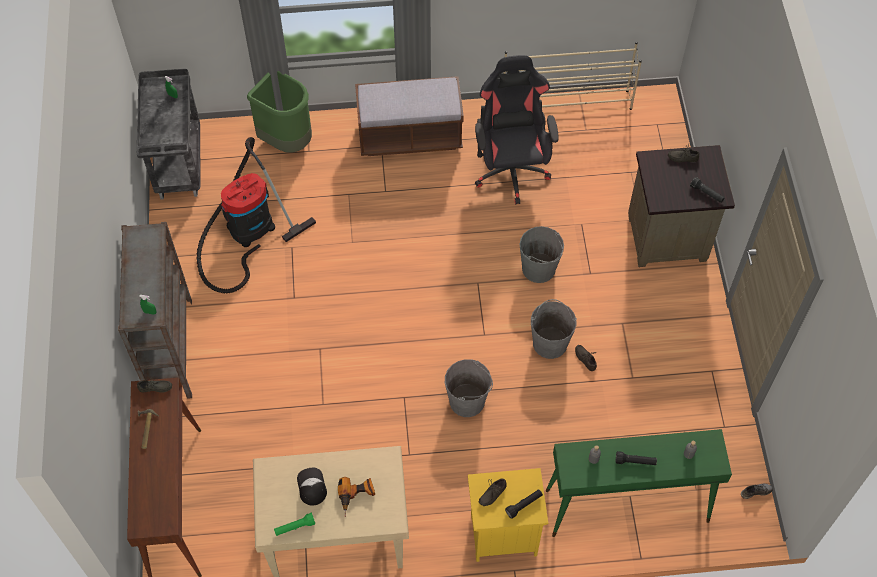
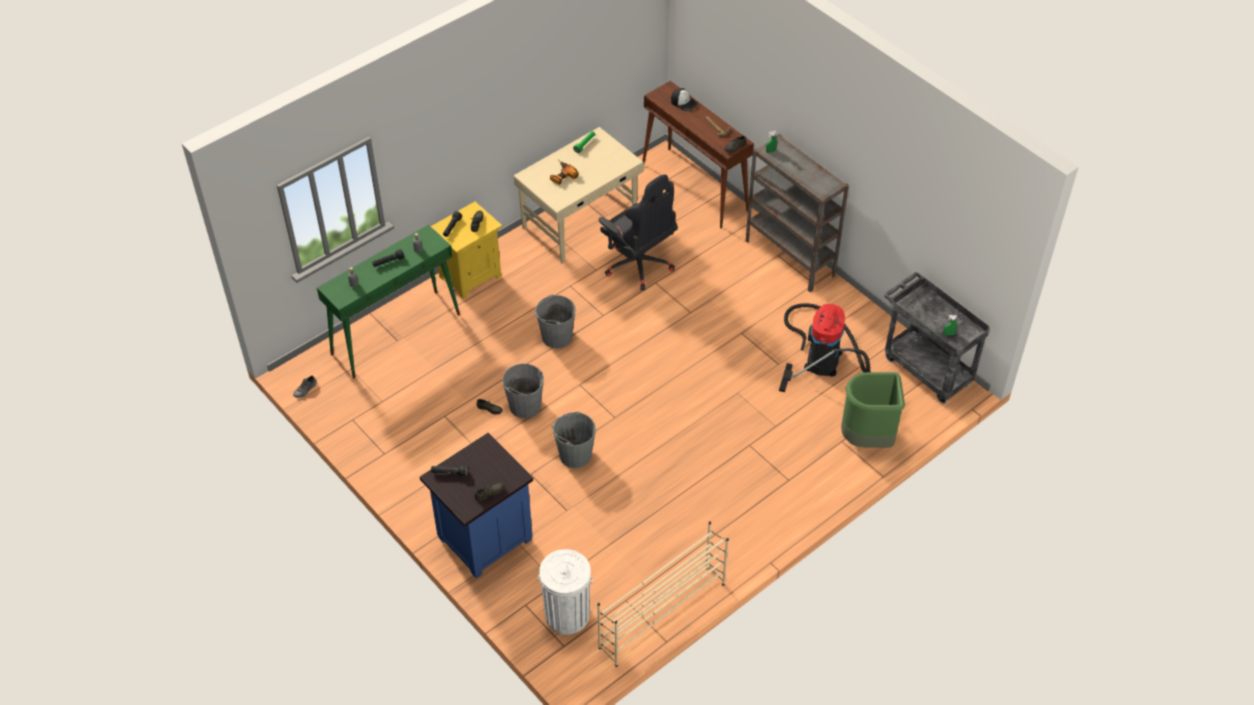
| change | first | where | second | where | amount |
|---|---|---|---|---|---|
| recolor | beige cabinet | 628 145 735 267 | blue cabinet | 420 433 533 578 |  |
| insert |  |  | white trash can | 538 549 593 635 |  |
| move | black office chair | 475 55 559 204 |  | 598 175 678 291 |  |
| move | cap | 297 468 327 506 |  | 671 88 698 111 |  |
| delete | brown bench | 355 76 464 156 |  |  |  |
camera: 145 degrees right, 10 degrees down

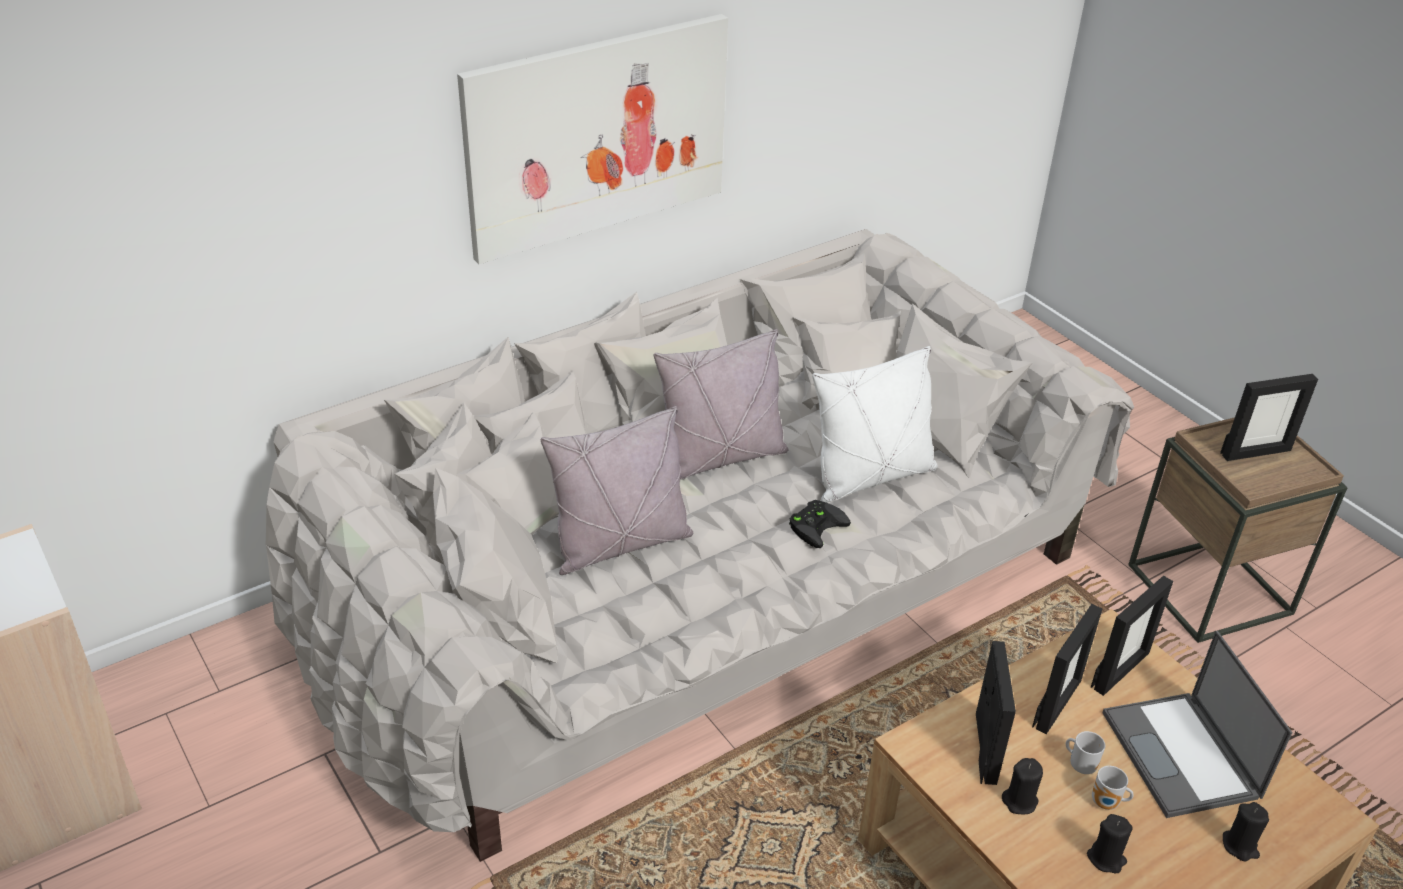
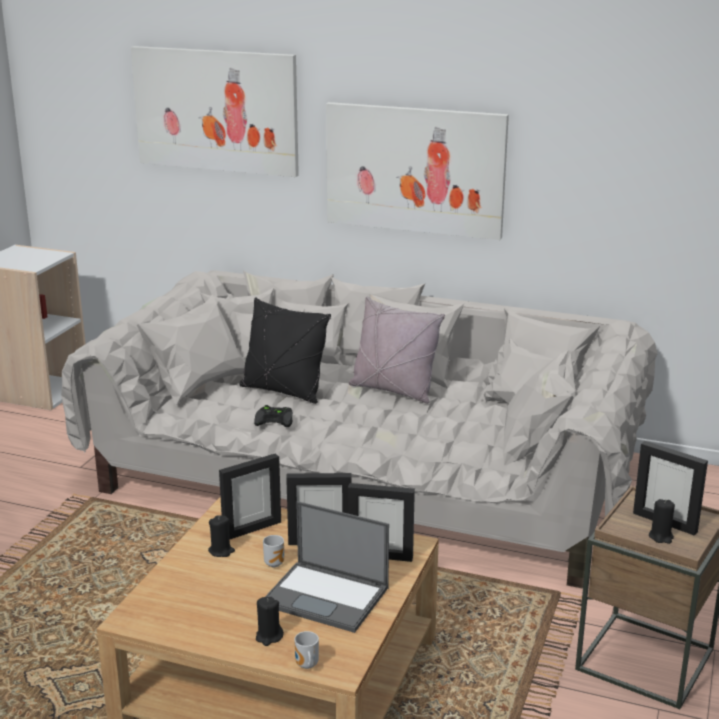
| change | first | where | second | where | amount |
|---|---|---|---|---|---|
| insert |  |  | picture | 131 46 299 177 |  |
| recolor | purple pillow | 541 406 693 575 | black pillow | 239 297 331 404 |  |
| move | black game controller | 789 500 851 548 |  | 254 405 293 427 |  |
| rotate | laptop | 1102 631 1293 818 |  | 265 501 389 633 | 105 degrees counterclockwise |
| move | mug | 1092 766 1134 810 |  | 294 631 319 669 |  |
| move | black candle | 1087 814 1133 873 |  | 649 499 675 544 |  |
| delete | white pillow | 812 346 938 503 |  |  |  |
camera: 55 degrees right, 15 degrees down

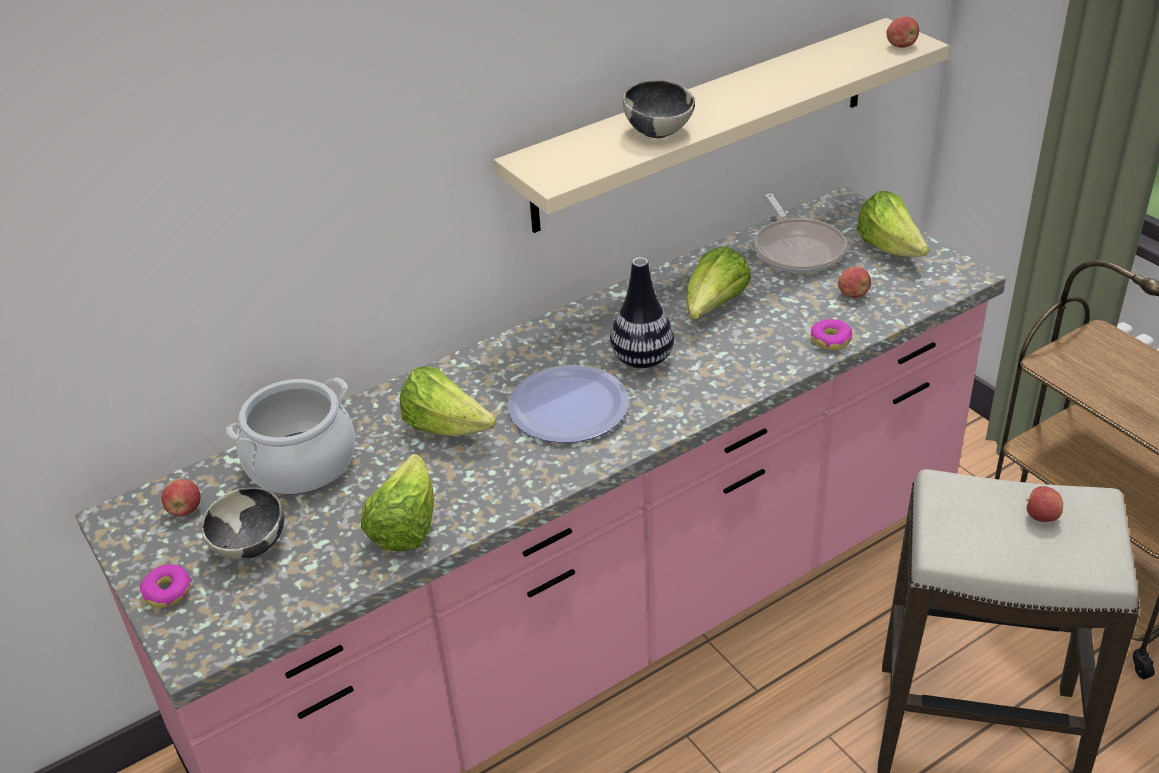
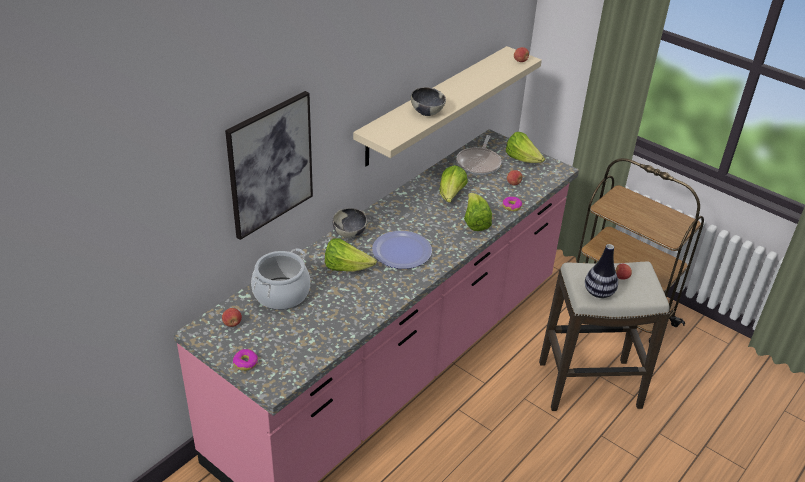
| change | first | where | second | where | amount |
|---|---|---|---|---|---|
| insert |  |  | picture | 225 91 313 240 |  |
| move | bowl | 202 487 284 560 |  | 332 208 367 238 |  |
| rotate | frying pan | 754 193 847 273 |  | 456 135 501 175 | 45 degrees clockwise |
| move | lettuce | 361 454 434 551 |  | 464 193 492 231 |  |
| move | vase | 610 257 674 368 |  | 585 244 618 298 |  |
camera: 20 degrees left, 0 degrees up

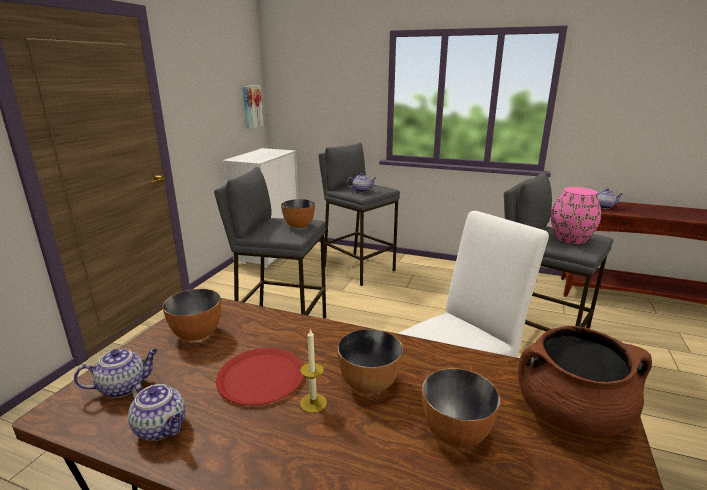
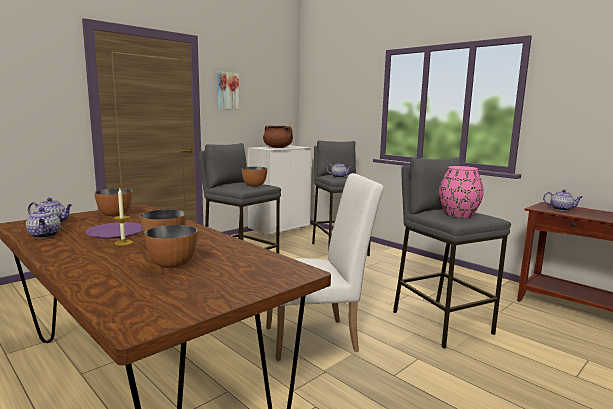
| change | first | where | second | where | amount |
|---|---|---|---|---|---|
| recolor | red plate | 216 348 304 405 | purple plate | 85 222 143 239 |  |
| move | picture | 242 85 264 129 |  | 217 72 239 109 |  |
| move | brown cooking pot | 518 326 652 437 |  | 263 125 293 148 |  |
camera: 25 degrees right, 10 degrees down

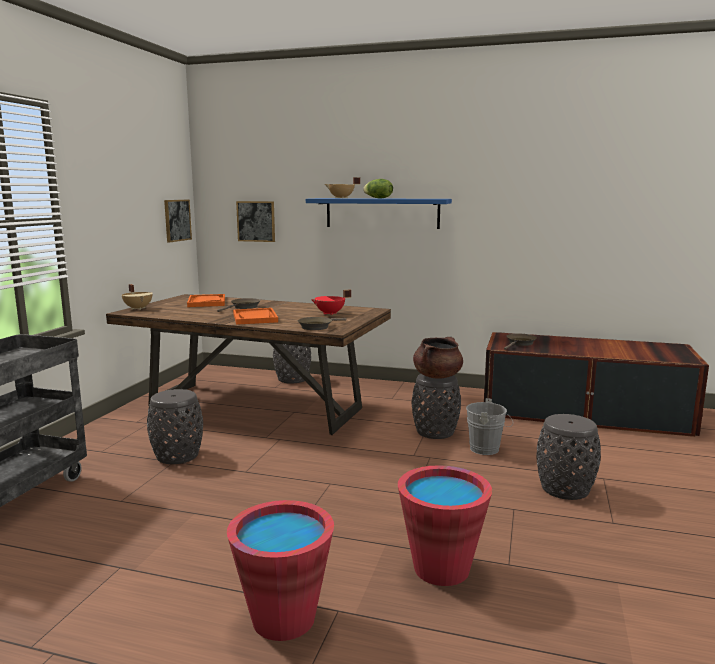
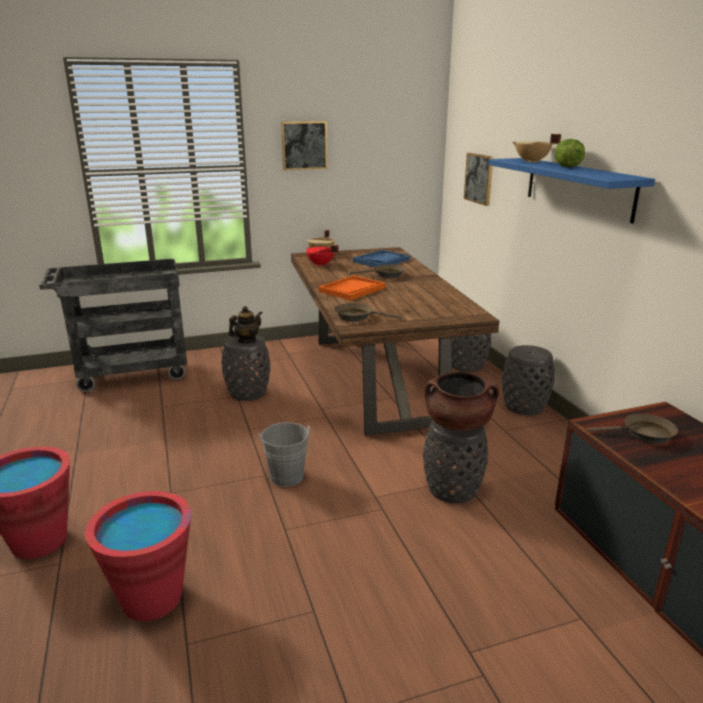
| change | first | where | second | where | amount |
|---|---|---|---|---|---|
| insert |  |  | teapot | 229 306 262 343 |  |
| move | grey bucket | 466 398 513 455 |  | 259 422 311 487 |  |
| move | picture | 164 200 192 242 |  | 281 121 327 170 |  |
| move | red cooking pot | 311 290 351 315 |  | 306 245 339 266 |  |
| recolor | orange tray | 187 294 225 307 | blue tray | 353 250 410 267 |  |
| move | grey stool | 536 414 601 500 |  | 502 345 555 415 |  |
camera: 55 degrees right, 10 degrees up

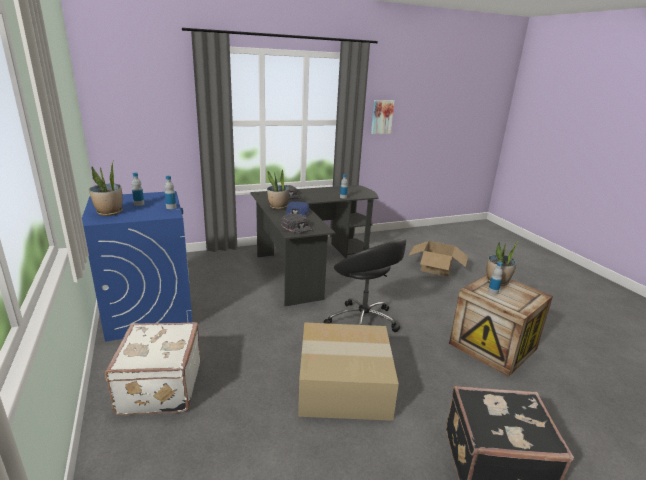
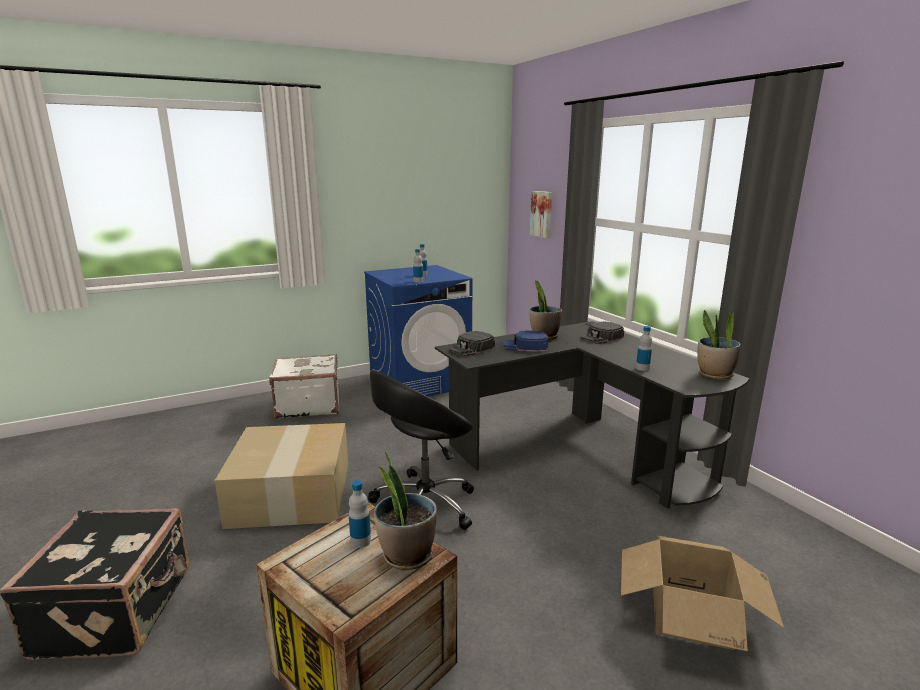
| change | first | where | second | where | amount |
|---|---|---|---|---|---|
| move | picture | 371 100 395 134 |  | 530 191 552 238 |  |
| move | potted plant | 89 160 123 216 |  | 697 310 741 380 |  |
camera: 85 degrees right, 5 degrees down

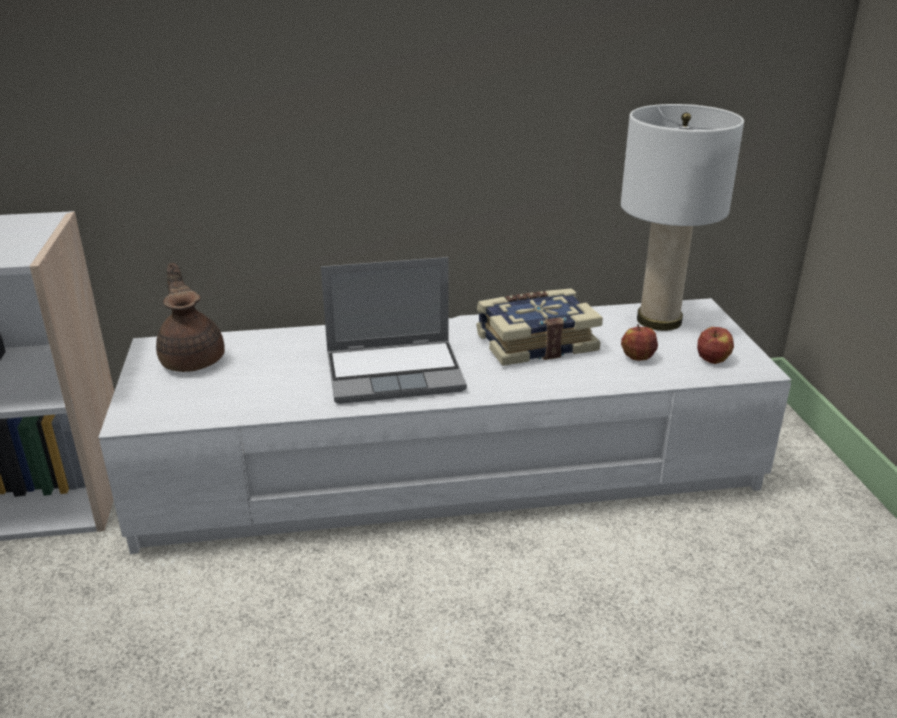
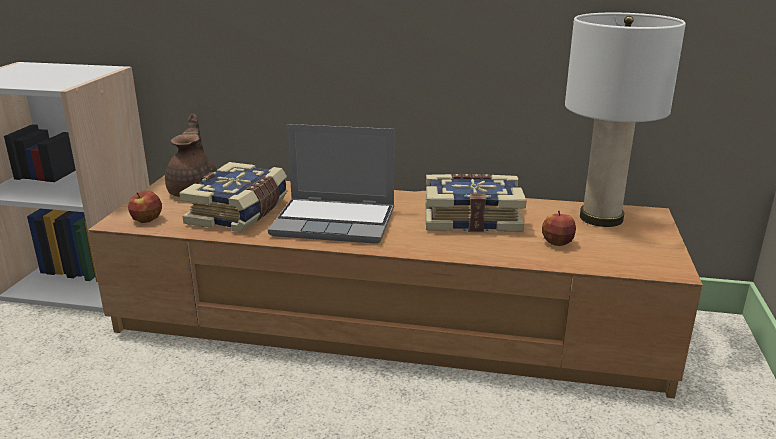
| change | first | where | second | where | amount |
|---|---|---|---|---|---|
| recolor | white tv stand | 98 298 791 554 | brown tv stand | 88 175 703 399 |  |
| move | apple | 697 327 734 364 |  | 128 191 162 223 |  |
| insert |  |  | book | 179 162 288 232 |  |
camera: 20 degrees right, 5 degrees down

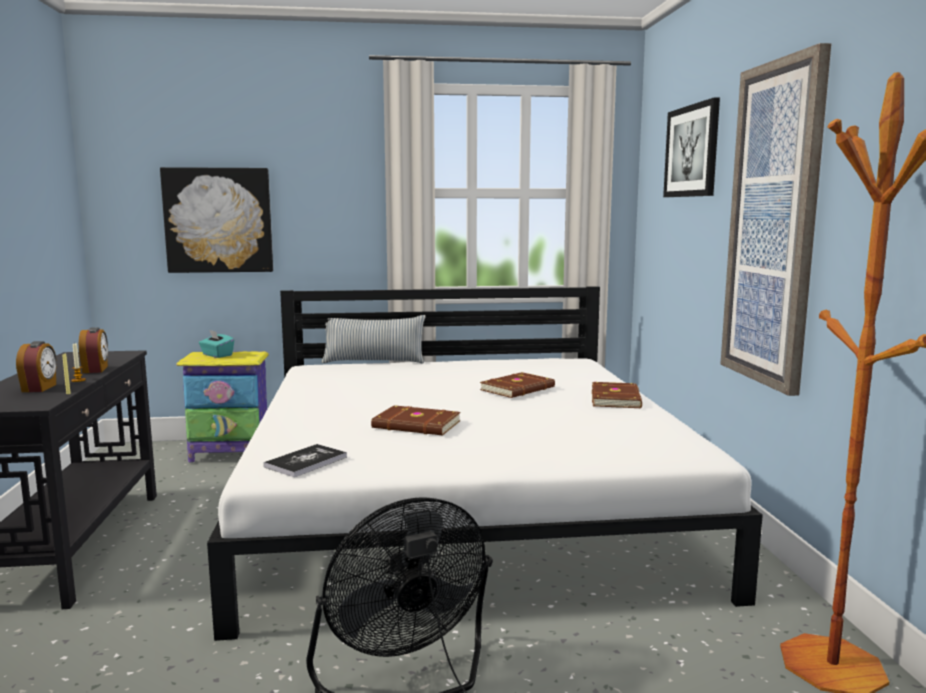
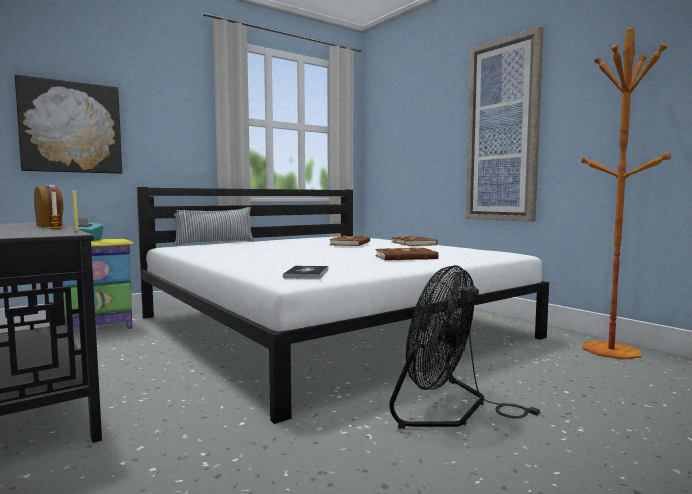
| change | first | where | second | where | amount |
|---|---|---|---|---|---|
| move | brown book | 371 405 460 435 |  | 375 247 439 260 |  |
| delete | alarm clock | 16 341 57 392 |  |  |  |
| delete | picture | 663 97 720 197 |  |  |  |
camera: 30 degrees left, 5 degrees down

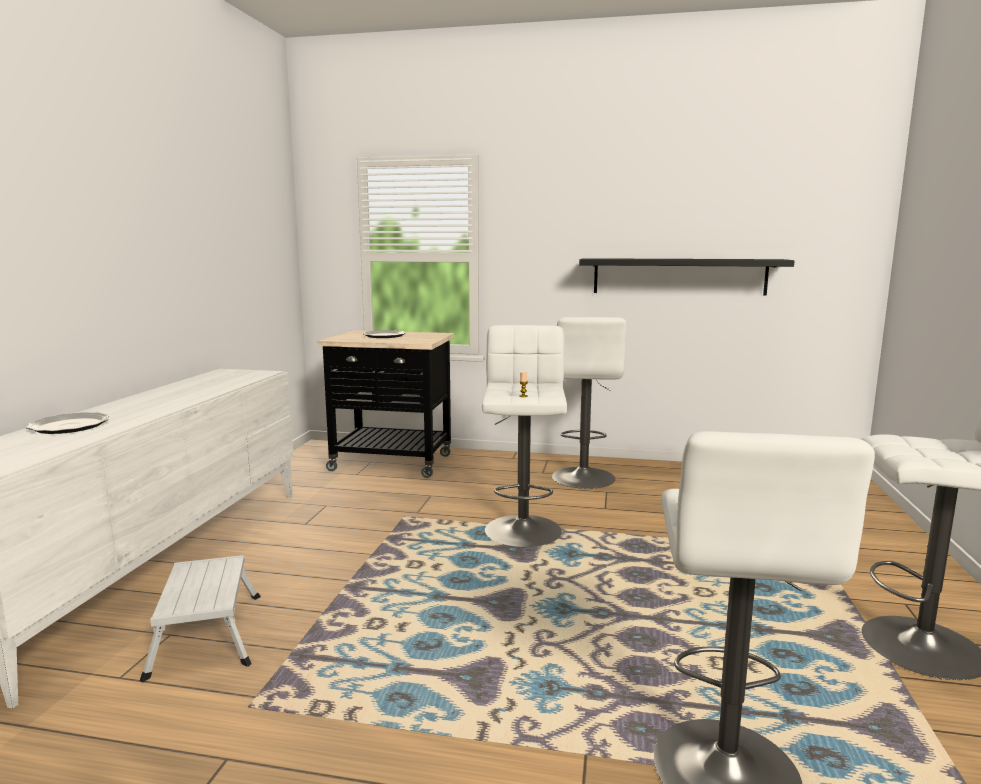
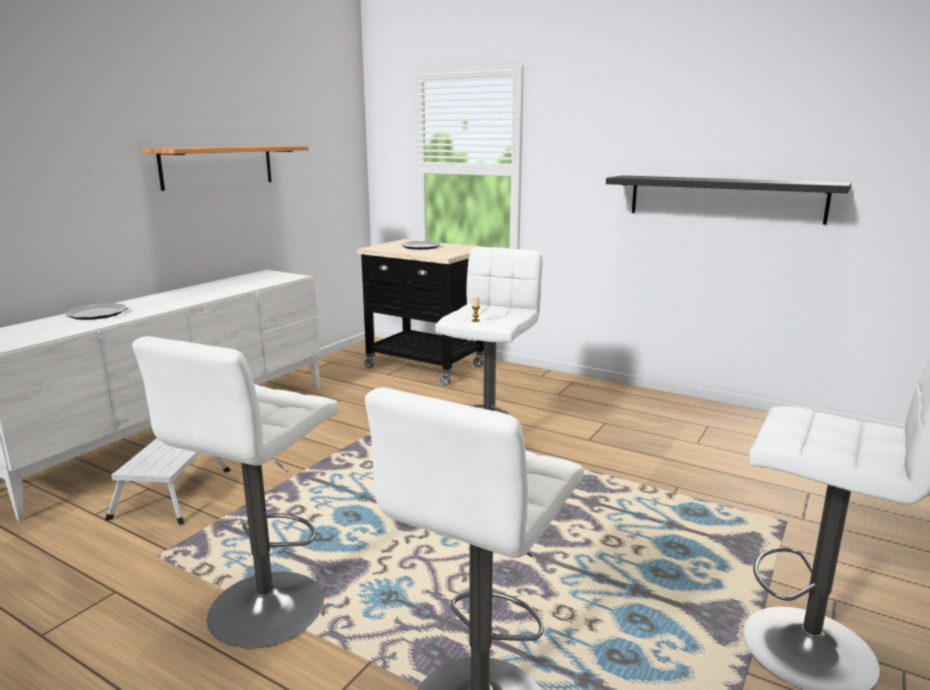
| change | first | where | second | where | amount |
|---|---|---|---|---|---|
| move | white stool | 552 317 627 489 |  | 132 336 338 648 |  |
| insert |  |  | shelf | 142 146 309 191 |  |
camera: 20 degrees right, 5 degrees up

